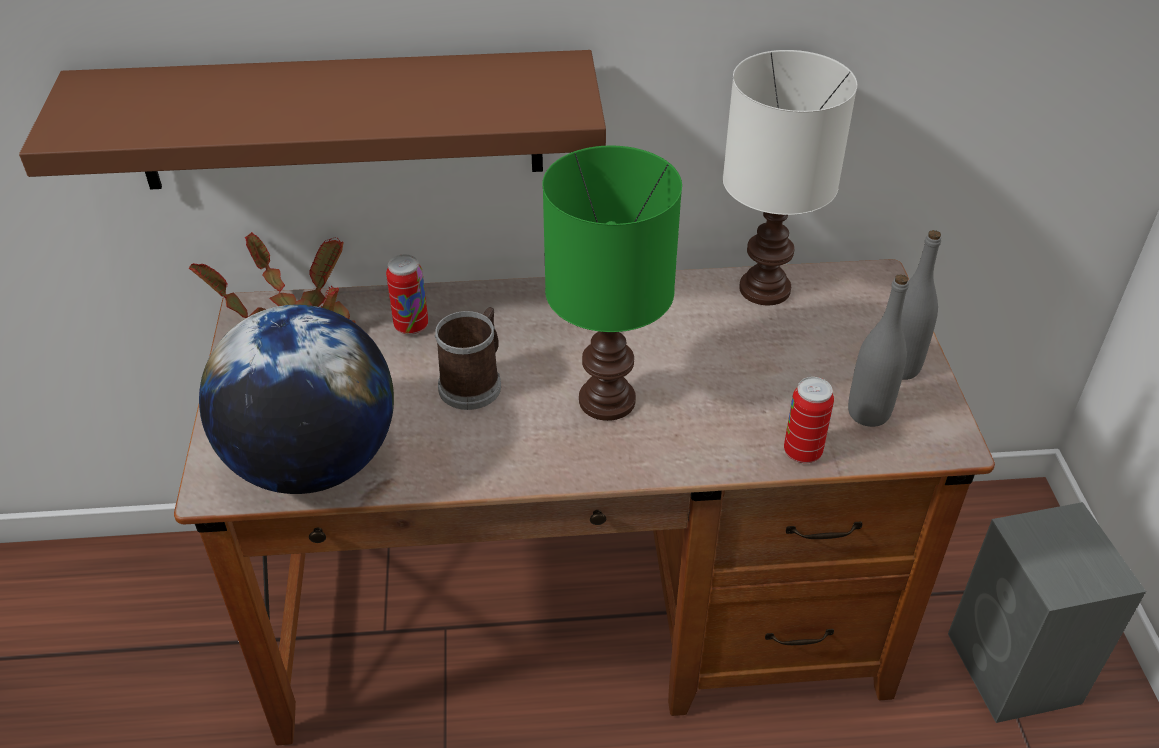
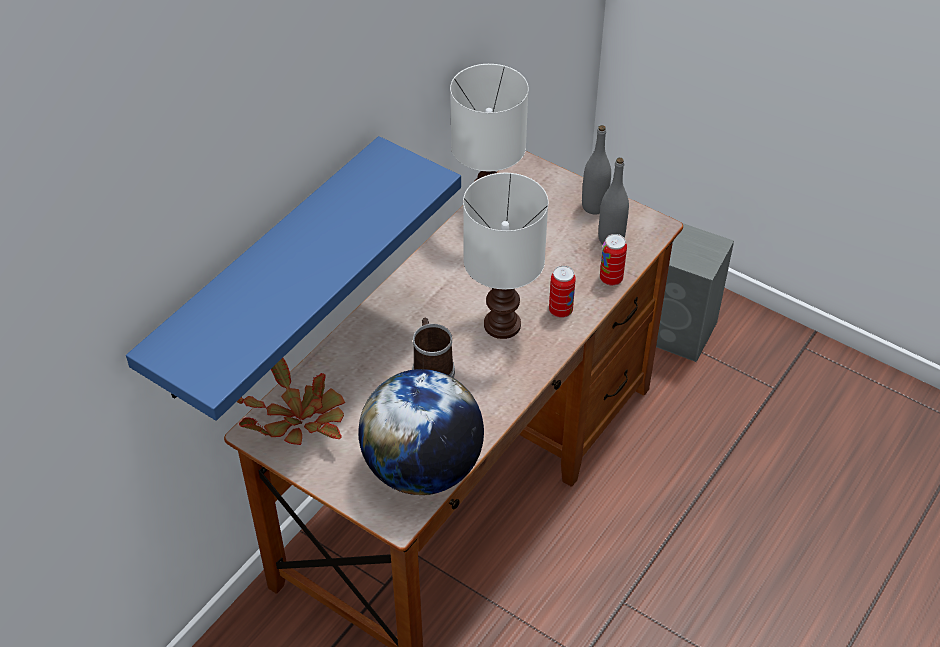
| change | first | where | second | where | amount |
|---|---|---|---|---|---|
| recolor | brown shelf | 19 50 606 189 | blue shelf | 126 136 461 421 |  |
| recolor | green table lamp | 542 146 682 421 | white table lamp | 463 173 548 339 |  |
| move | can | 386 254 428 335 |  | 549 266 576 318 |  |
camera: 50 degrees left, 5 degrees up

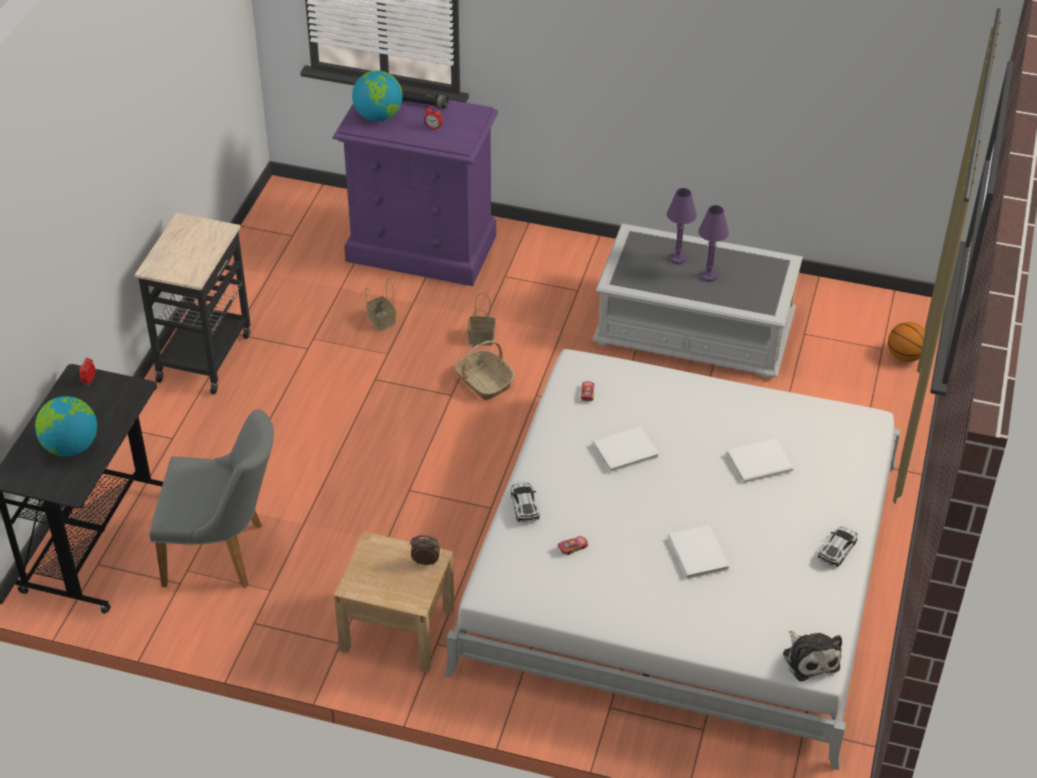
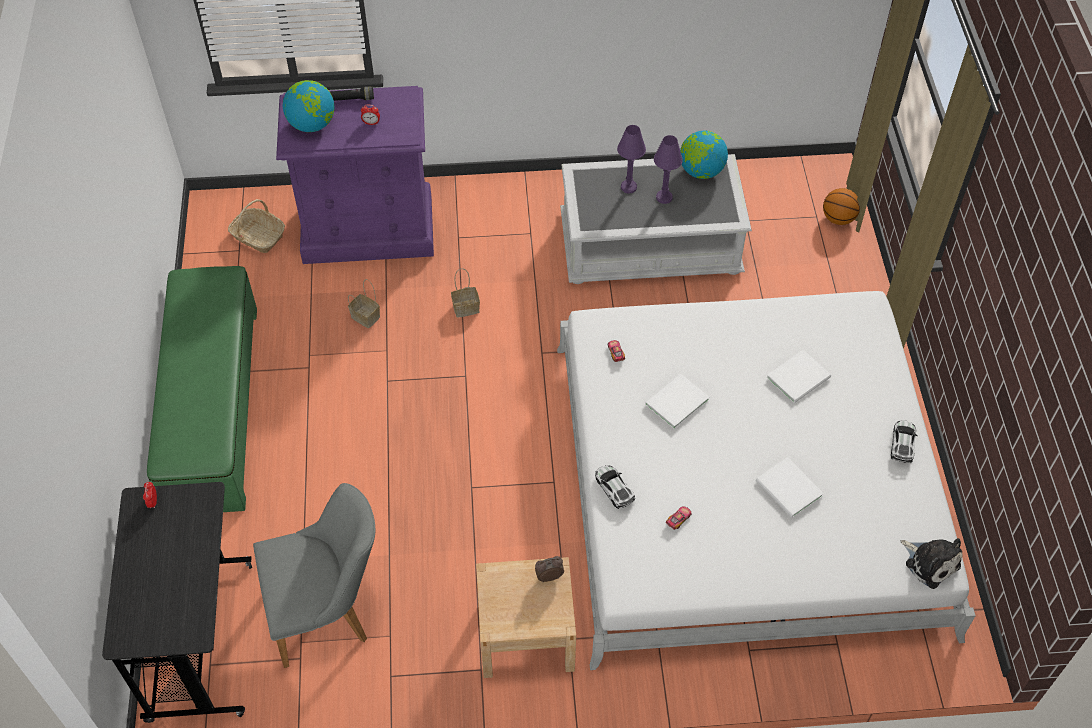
| change | first | where | second | where | amount |
|---|---|---|---|---|---|
| replace | cart | 135 213 251 394 | green bench | 147 266 257 512 |  |
| move | basket | 454 340 515 400 |  | 228 199 285 253 |  |
| move | globe | 35 396 97 457 |  | 680 131 728 179 |  |
camera: 20 degrees left, 10 degrees up

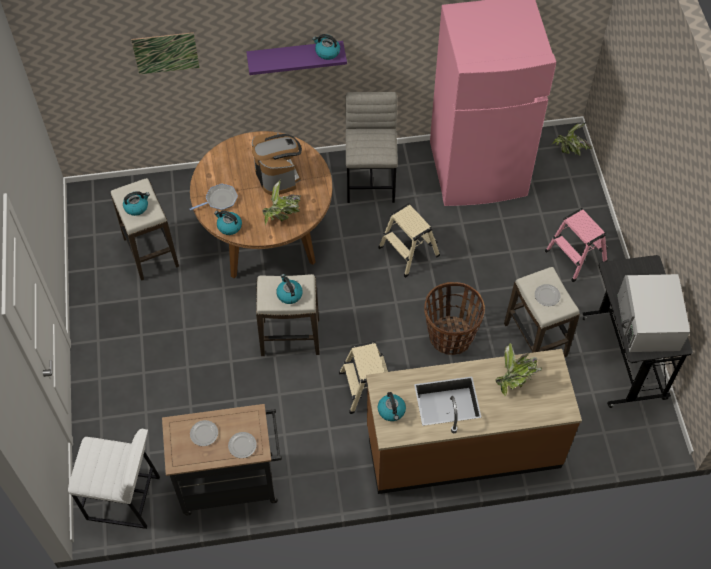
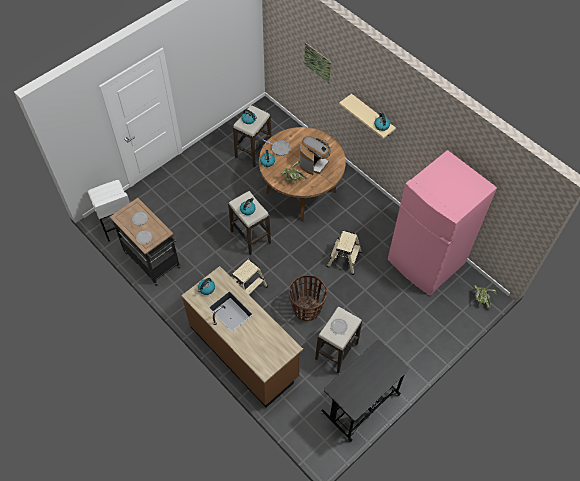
| change | first | where | second | where | amount |
|---|---|---|---|---|---|
| recolor | purple shelf | 246 41 347 75 | beige shelf | 339 94 396 139 |  |
| delete | grey chair | 345 92 398 203 |  |  |  |
| delete | potted plant | 496 343 542 396 |  |  |  |
| delete | pink step ladder | 545 208 608 282 |  |  |  |
| delete | white microwave | 617 274 690 352 |  |  |  |
camera: 55 degrees right, 0 degrees up

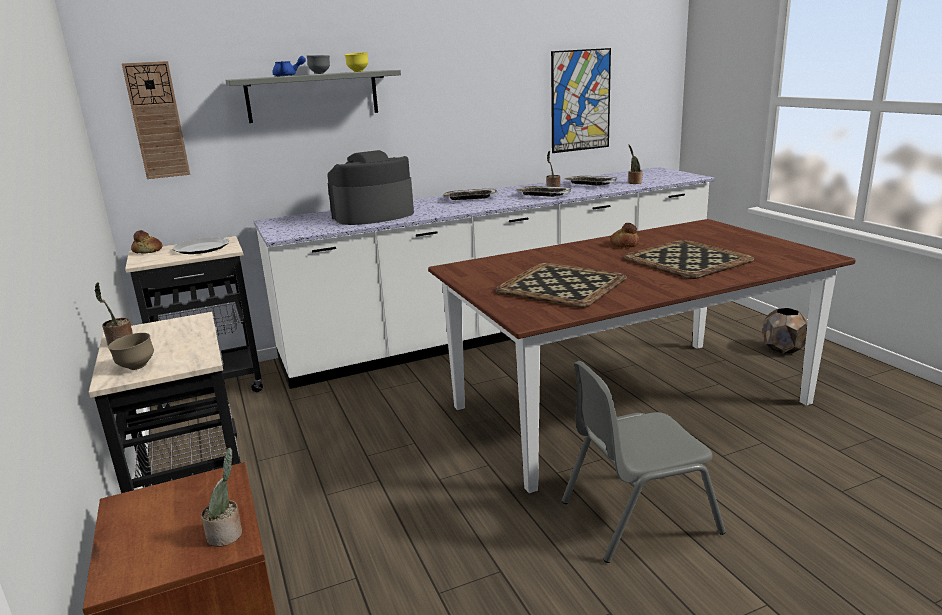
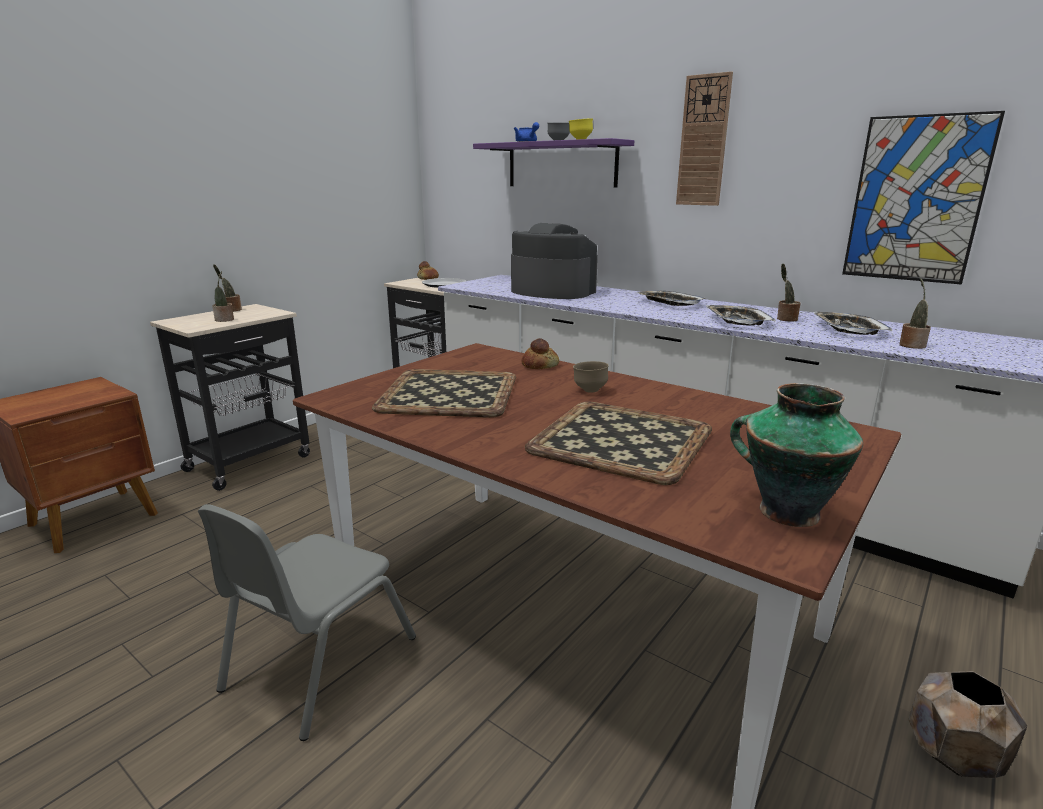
| change | first | where | second | where | amount |
|---|---|---|---|---|---|
| rotate | grey chair | 562 361 726 563 |  | 198 504 416 741 | 105 degrees counterclockwise |
| move | potted plant | 201 448 242 547 |  | 212 271 234 322 |  |
| recolor | grey shelf | 225 70 401 123 | purple shelf | 473 138 634 188 |  |
| move | bread | 610 223 639 248 |  | 521 338 559 369 |  |
| move | brown bowl | 108 333 154 370 |  | 573 361 609 392 |  |
| move | wall clock | 122 61 190 179 |  | 676 71 733 206 |  |
| insert |  |  | vase | 730 383 863 527 |  |
camera: 60 degrees right, 0 degrees up

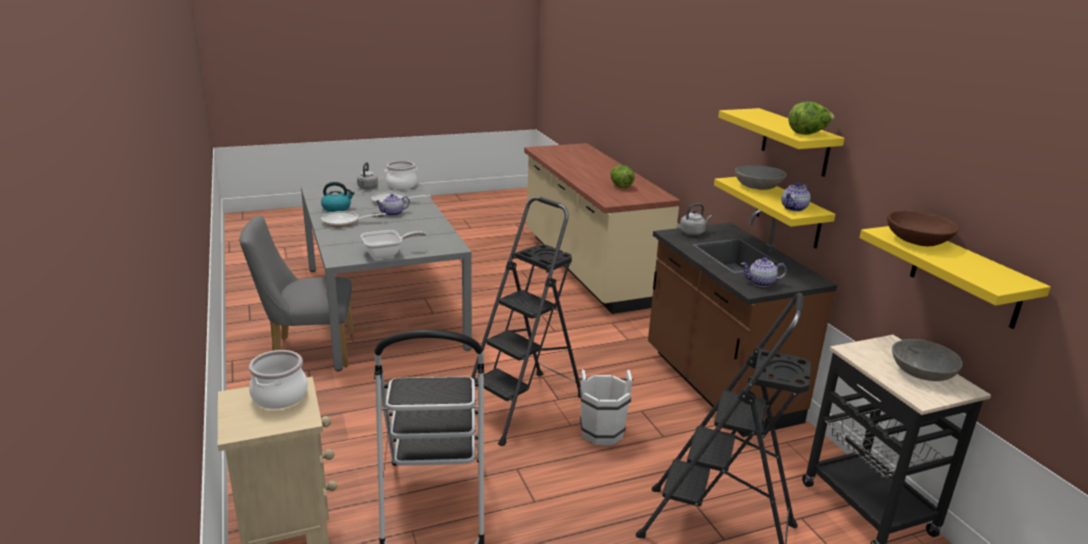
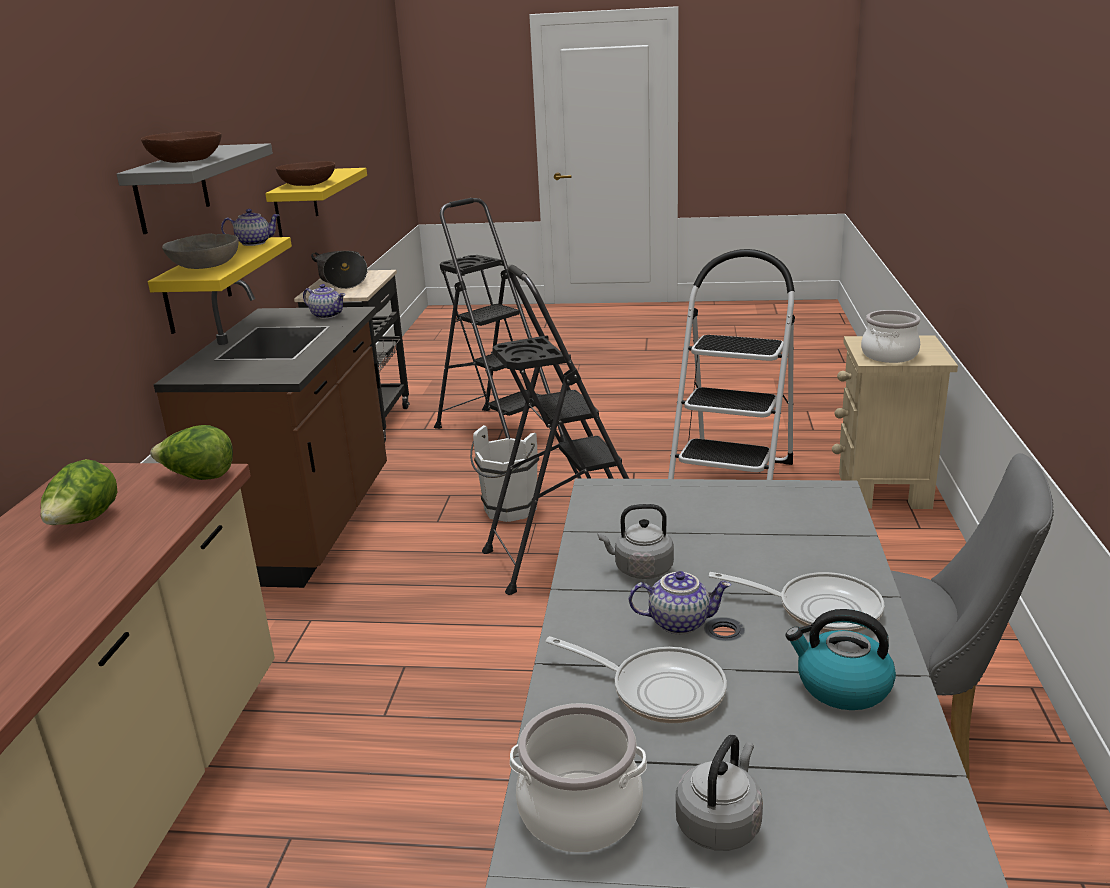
| change | first | where | second | where | amount |
|---|---|---|---|---|---|
| recolor | yellow shelf | 718 108 845 177 | grey shelf | 117 143 273 234 |  |
| insert |  |  | brown bowl | 141 131 221 163 |  |
| move | lettuce | 788 101 835 135 |  | 150 425 233 480 |  |
| replace | grey bowl | 892 339 963 381 | cooking pot | 311 251 368 289 |  |
| move | grey kettle | 680 203 712 235 |  | 598 504 674 579 |  |
| delete | frying pan | 361 230 426 259 |  |  |  |
camera: 150 degrees left, 0 degrees up

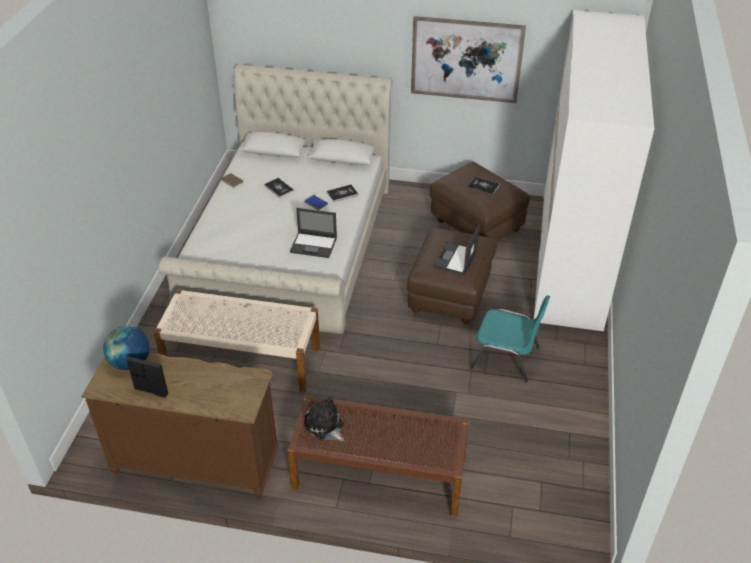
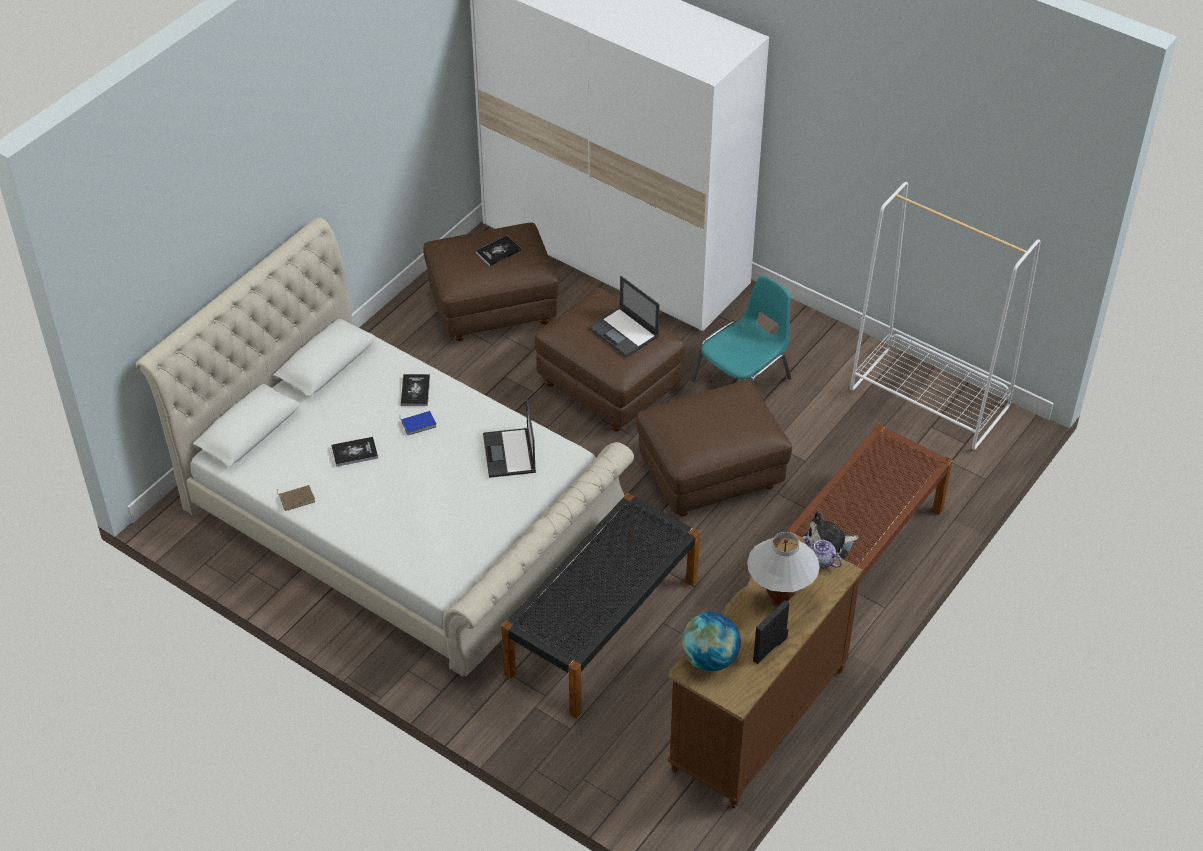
| change | first | where | second | where | amount |
|---|---|---|---|---|---|
| rotate | laptop | 290 208 337 258 |  | 483 397 536 478 | 135 degrees clockwise |
| recolor | beige bench | 154 289 320 392 | black bench | 501 492 700 719 |  |
| insert |  |  | brown ottoman | 636 380 792 516 |  |
| insert |  |  | white table lamp | 747 532 820 607 |  |
| insert |  |  | teapot | 803 536 842 569 |  |
| insert |  |  | white clothes rack | 850 182 1040 450 |  |
| delete | picture | 411 16 526 103 |  |  |  |
camera: 65 degrees left, 5 degrees up

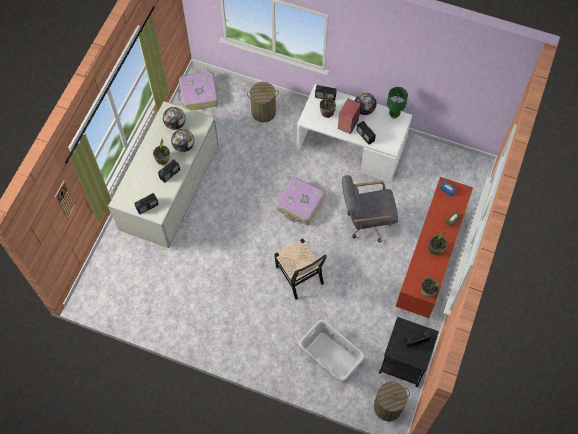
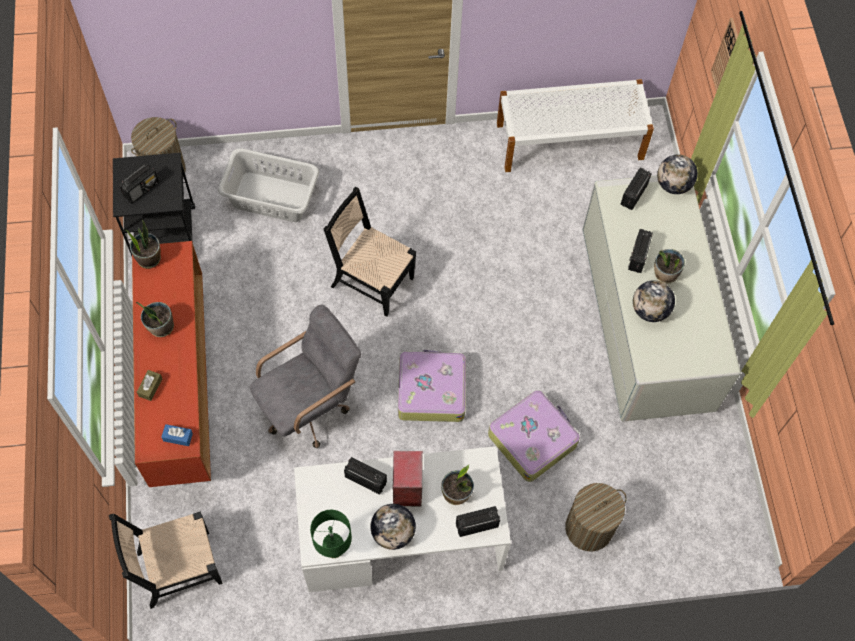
| change | first | where | second | where | amount |
|---|---|---|---|---|---|
| insert |  |  | chair | 109 512 222 609 |  |
| move | suitcase | 178 72 219 110 |  | 488 390 580 482 |  |
| insert |  |  | white bench | 497 79 654 172 |  |
| move | globe | 163 107 186 130 |  | 657 154 698 194 |  |
camera: 150 degrees right, 0 degrees up

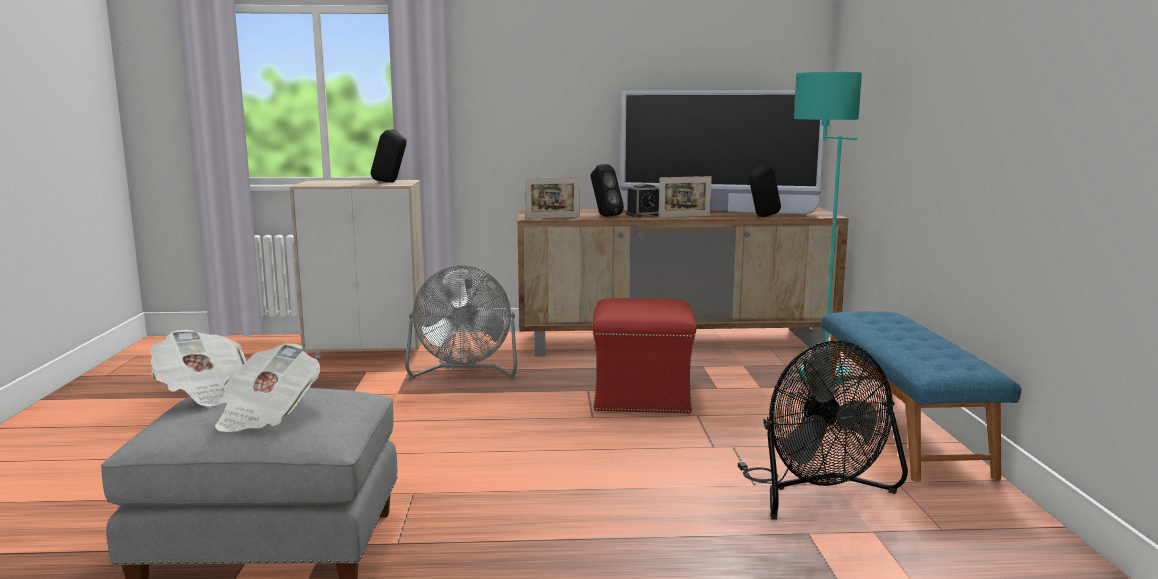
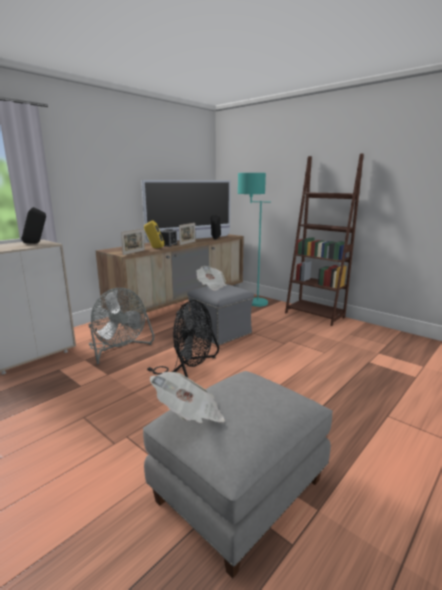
| change | first | where | second | where | amount |
|---|---|---|---|---|---|
| recolor | black speaker | 590 164 624 217 | yellow speaker | 144 220 164 248 |  |
| move | black fan | 738 340 908 520 |  | 147 300 219 378 |  |
| recolor | red ottoman | 593 298 696 414 | grey ottoman | 187 284 254 345 |  |
| move | newspaper | 215 343 320 432 |  | 196 266 226 291 |  |
| replace | blue bench | 822 311 1021 482 | brown bookcase | 285 153 364 326 |  |
camera: 45 degrees left, 5 degrees up

